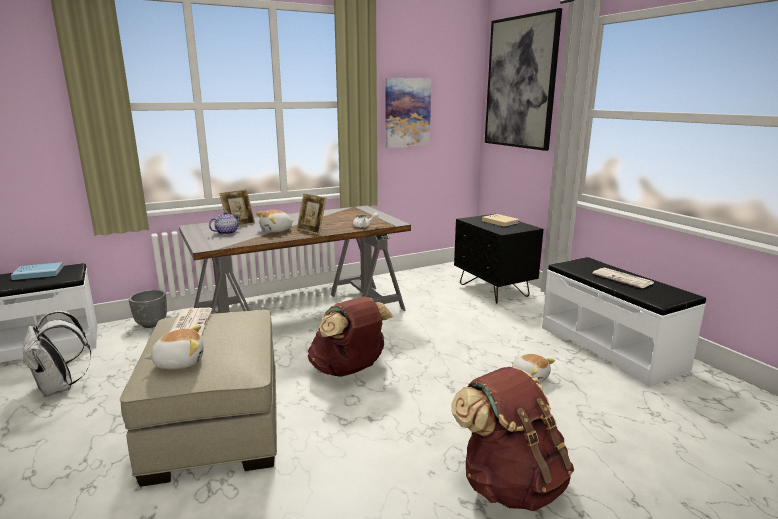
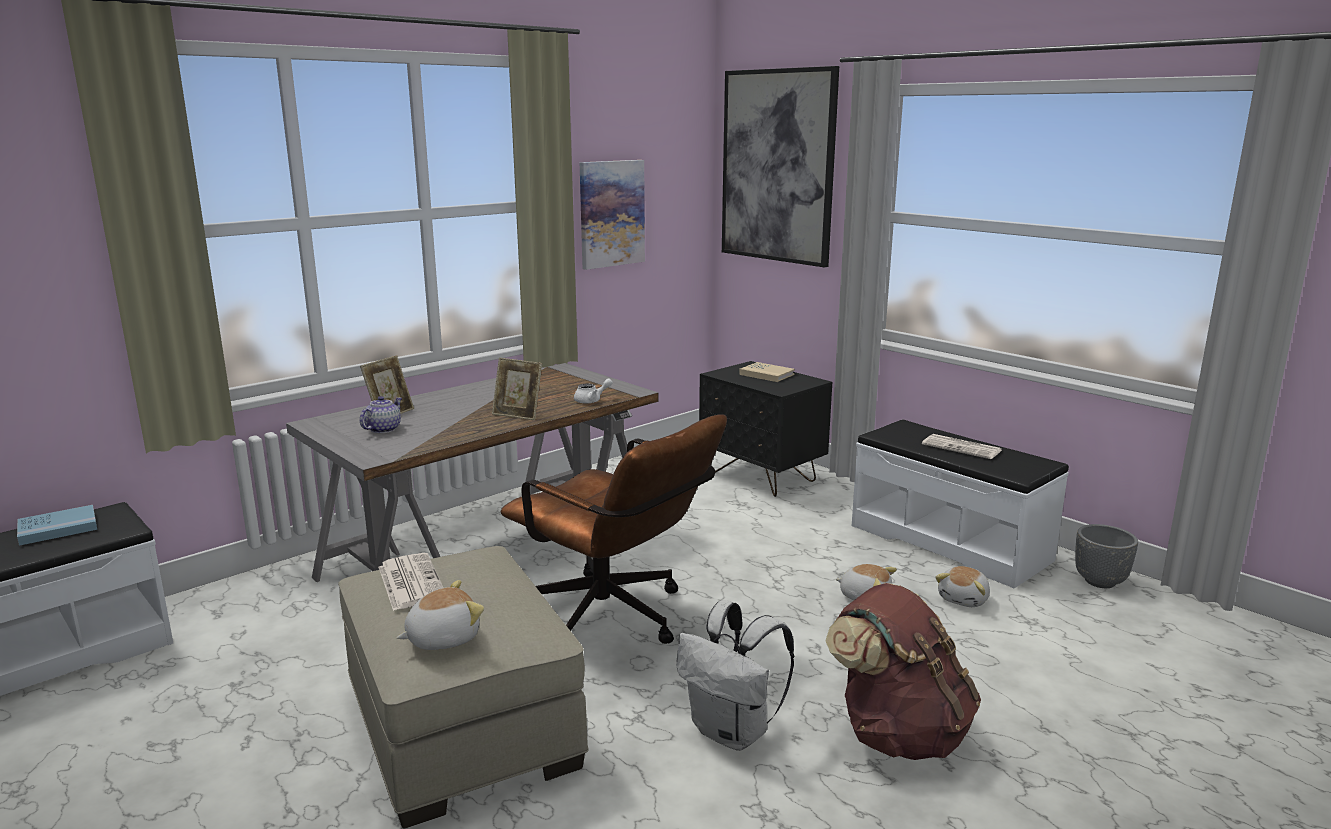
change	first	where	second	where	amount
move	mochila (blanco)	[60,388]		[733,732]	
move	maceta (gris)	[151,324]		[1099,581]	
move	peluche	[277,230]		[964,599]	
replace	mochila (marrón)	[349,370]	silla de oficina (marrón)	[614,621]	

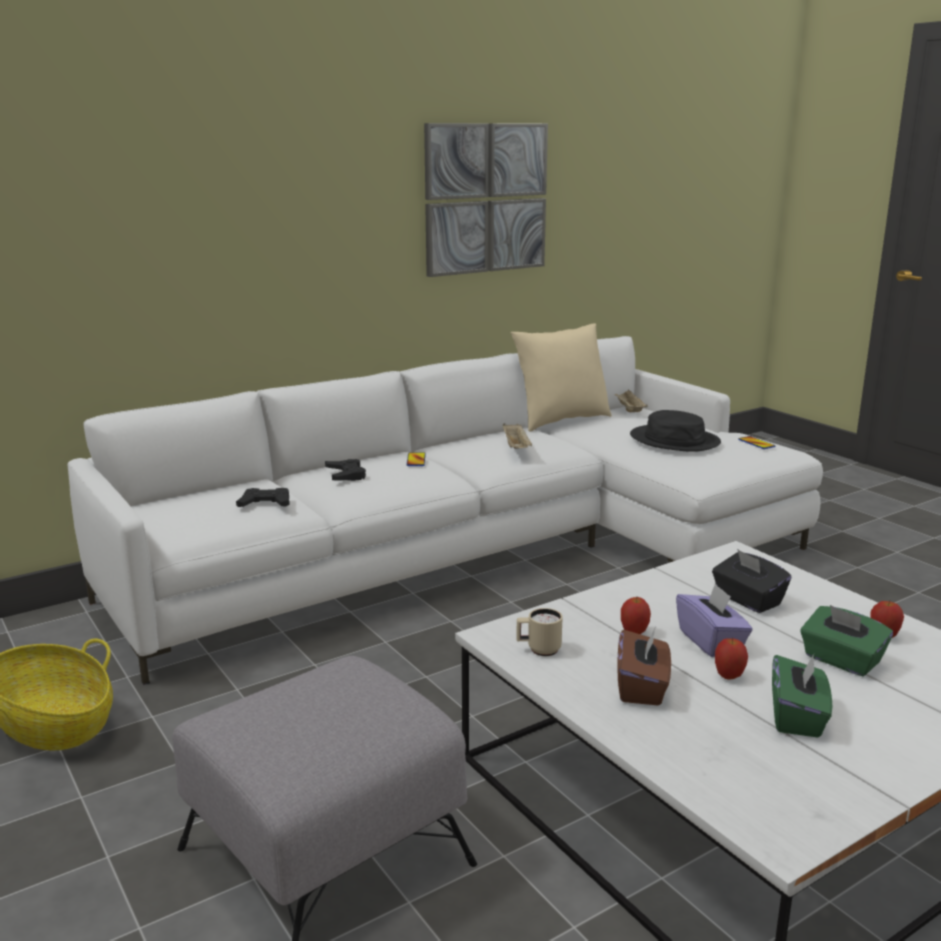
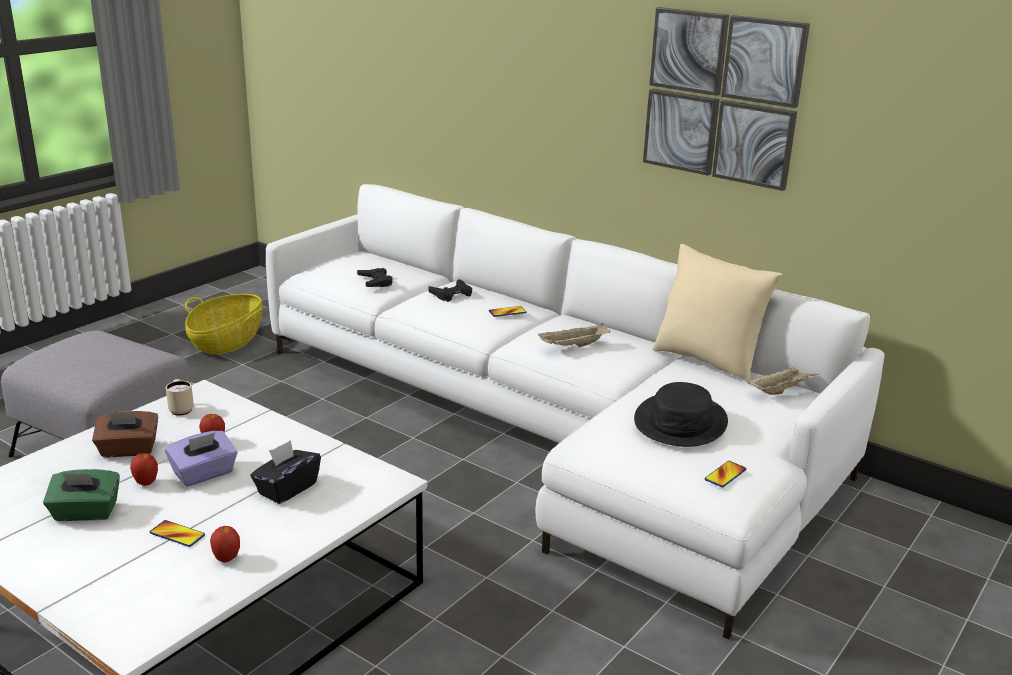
change	first	where	second	where	amount
replace	caja de pañuelos (verde)	[841,660]	móvil	[177,534]	

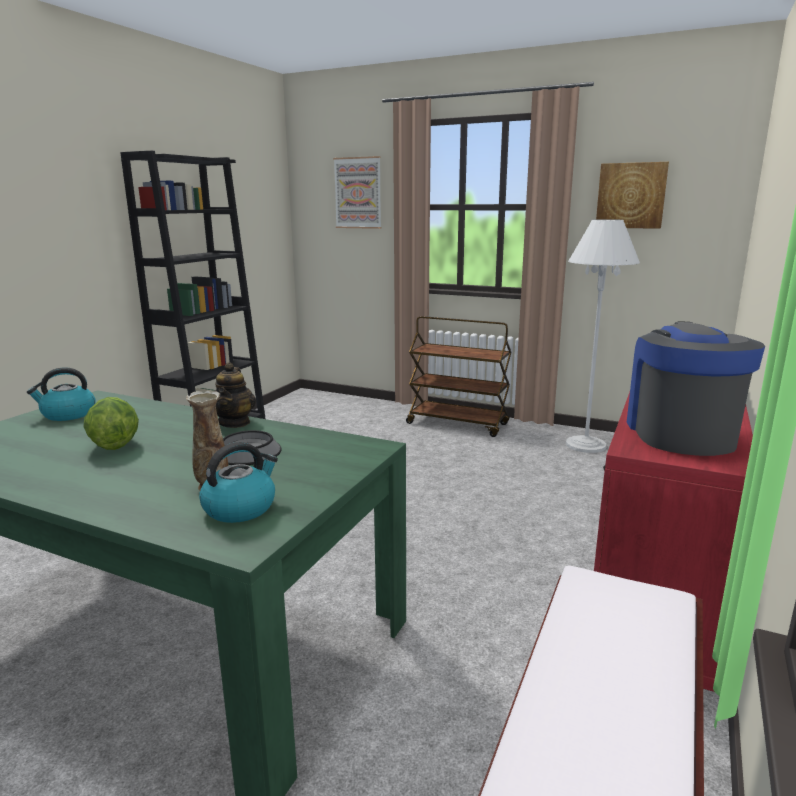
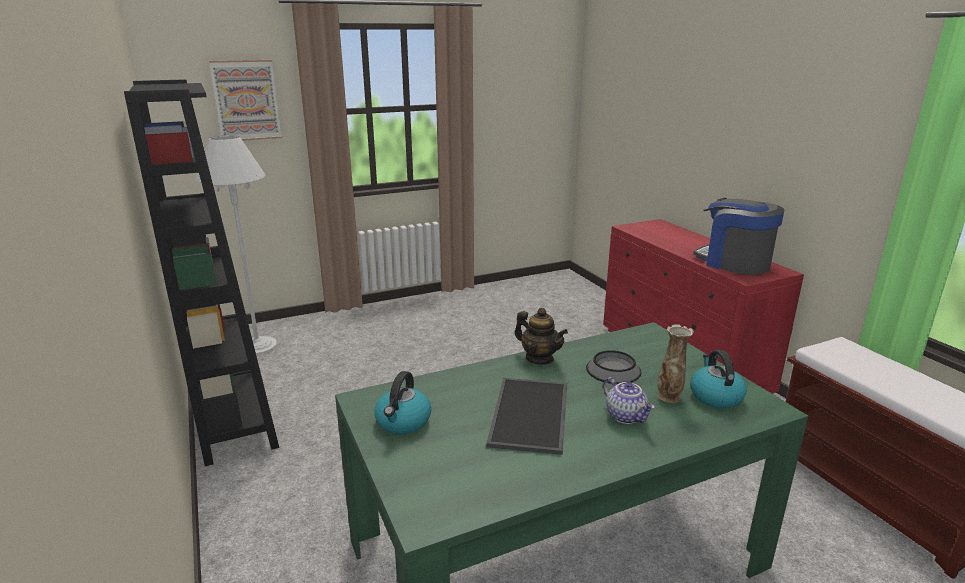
change	first	where	second	where	amount
replace	lechuga	[114,445]	bandeja	[531,415]	
delete	carrito (marrón)	[458,424]			
move	lámpara de pie (blanco)	[586,445]		[258,346]	
delete	cuadro	[631,195]			
insert			tetera	[626,416]	

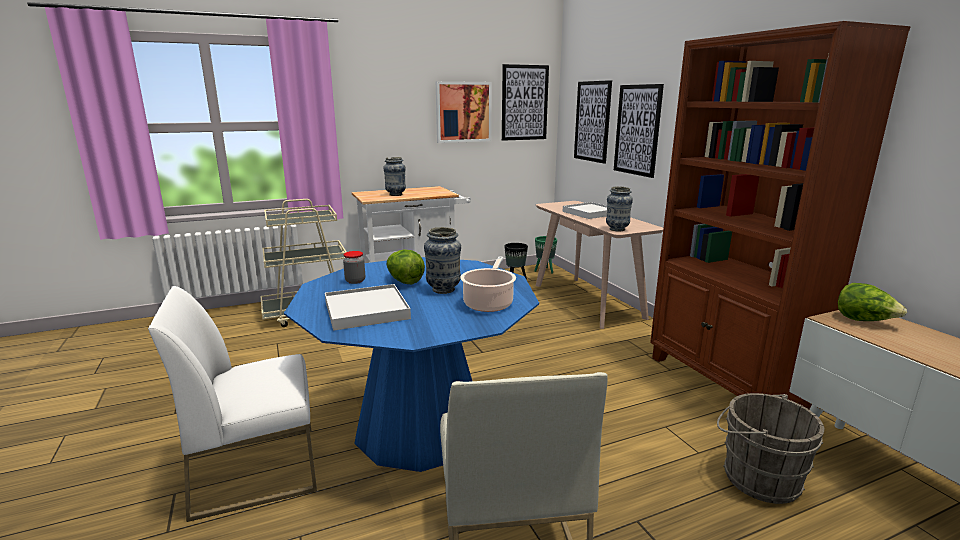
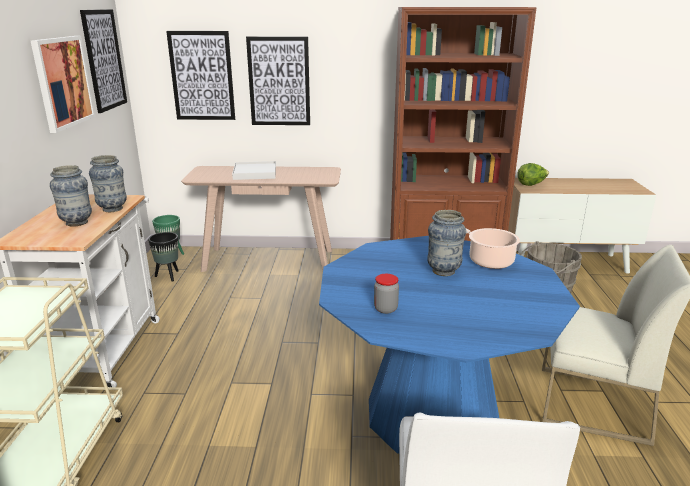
change	first	where	second	where	amount
delete	bandeja (blanco)	[367,310]			
delete	lechuga	[404,281]			
move	florero	[617,229]		[112,209]	

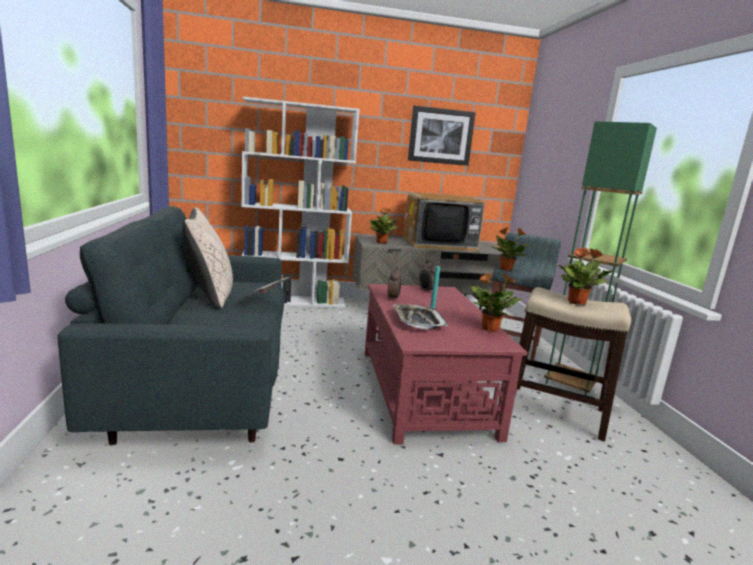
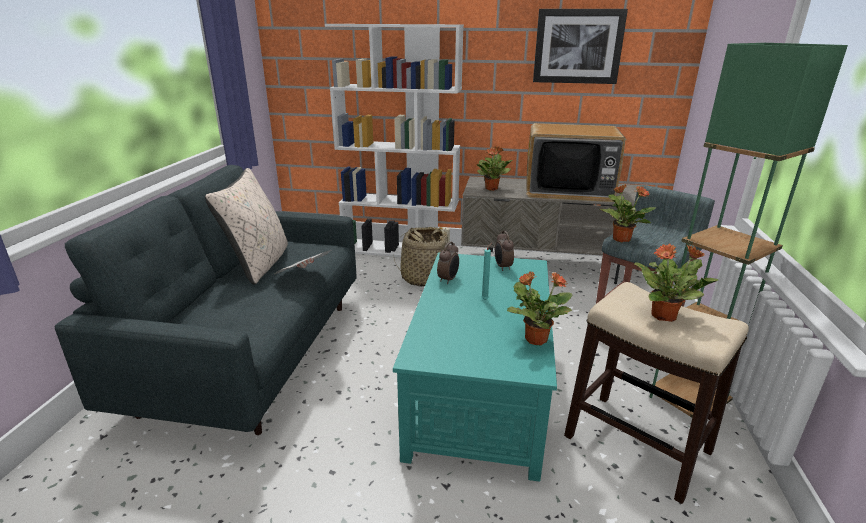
change	first	where	second	where	amount
recolor	mesa de centro (rojo)	[424,390]	mesa de centro (turquesa)	[480,389]	
delete	bandeja	[418,321]			
insert			cesta	[424,278]	

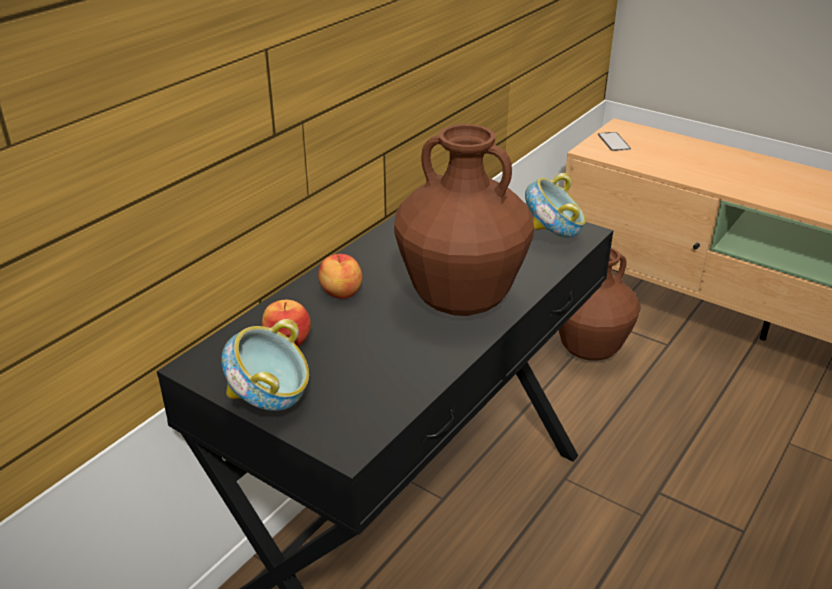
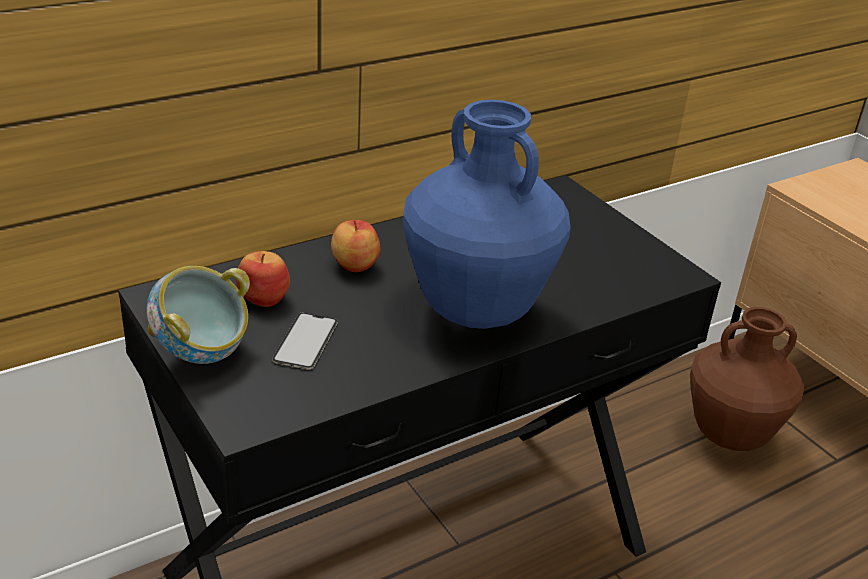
change	first	where	second	where	amount
recolor	florero (marrón)	[462,302]	florero (azul)	[477,311]	
delete	cuenco	[553,237]			
move	móvil	[614,142]		[305,341]	

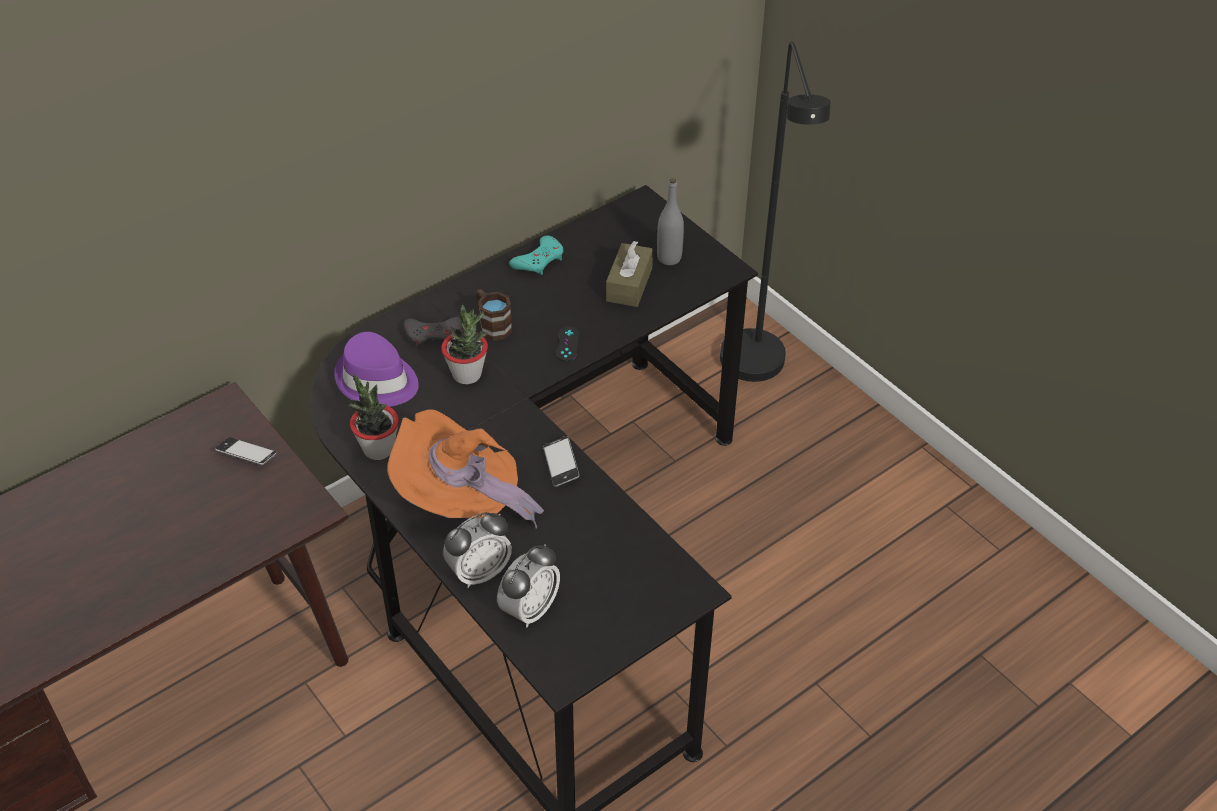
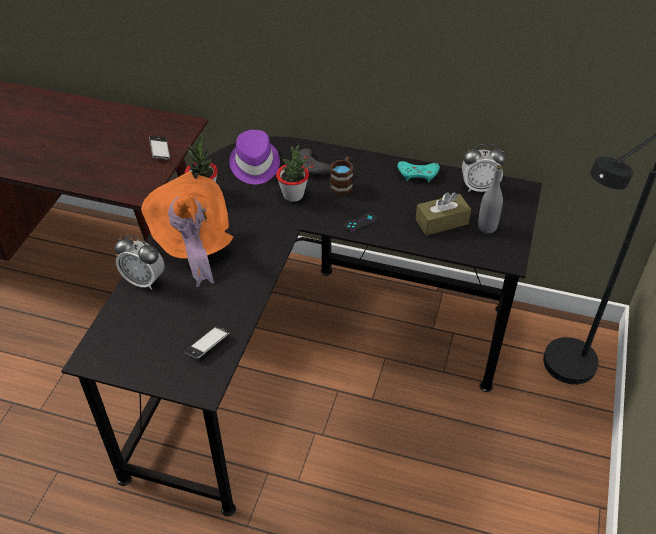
change	first	where	second	where	amount
move	despertador	[530,609]		[479,187]	
move	móvil	[561,465]		[207,345]	

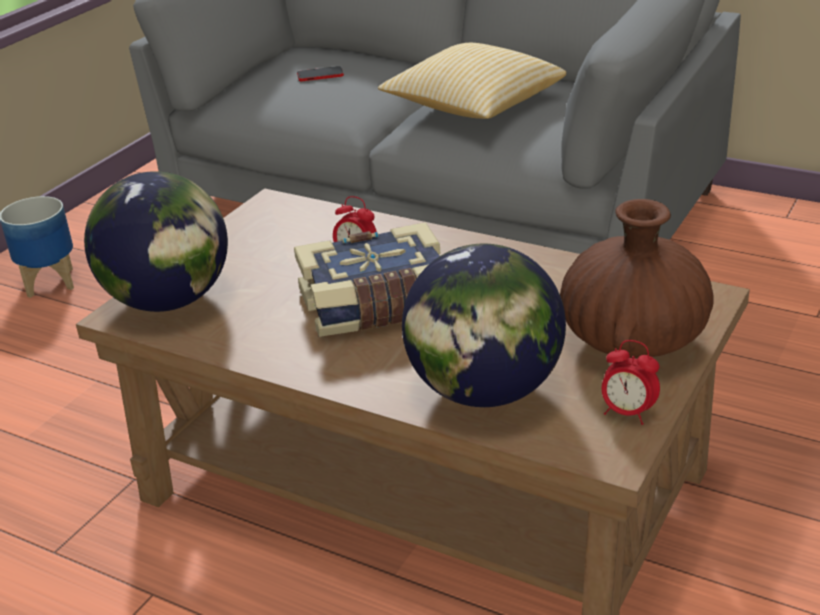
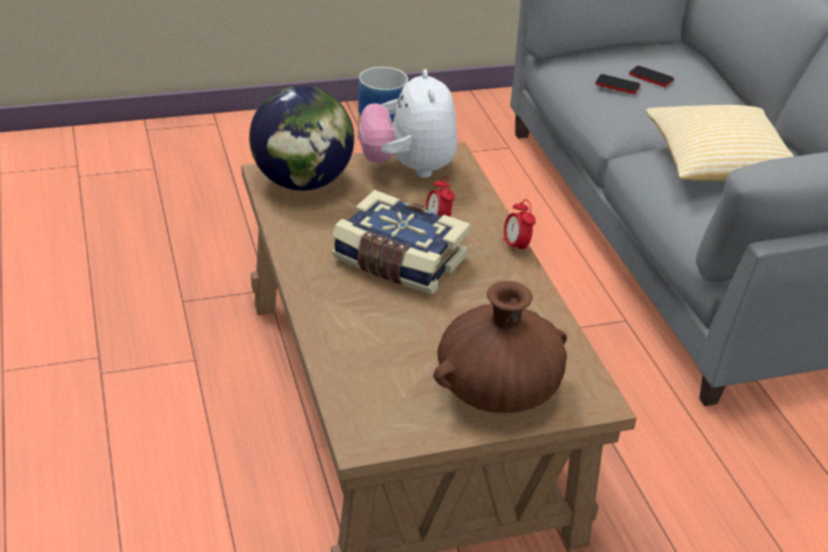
change	first	where	second	where	amount
delete	globo terráqueo	[484,391]			
move	despertador	[627,413]		[516,247]	
insert			peluche	[408,168]	
insert			móvil	[617,85]	

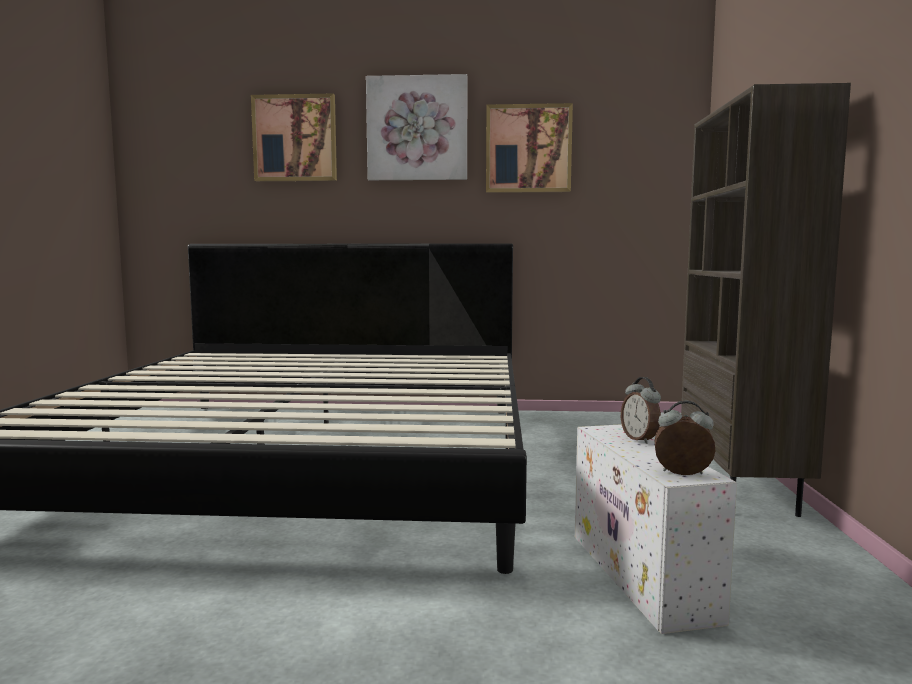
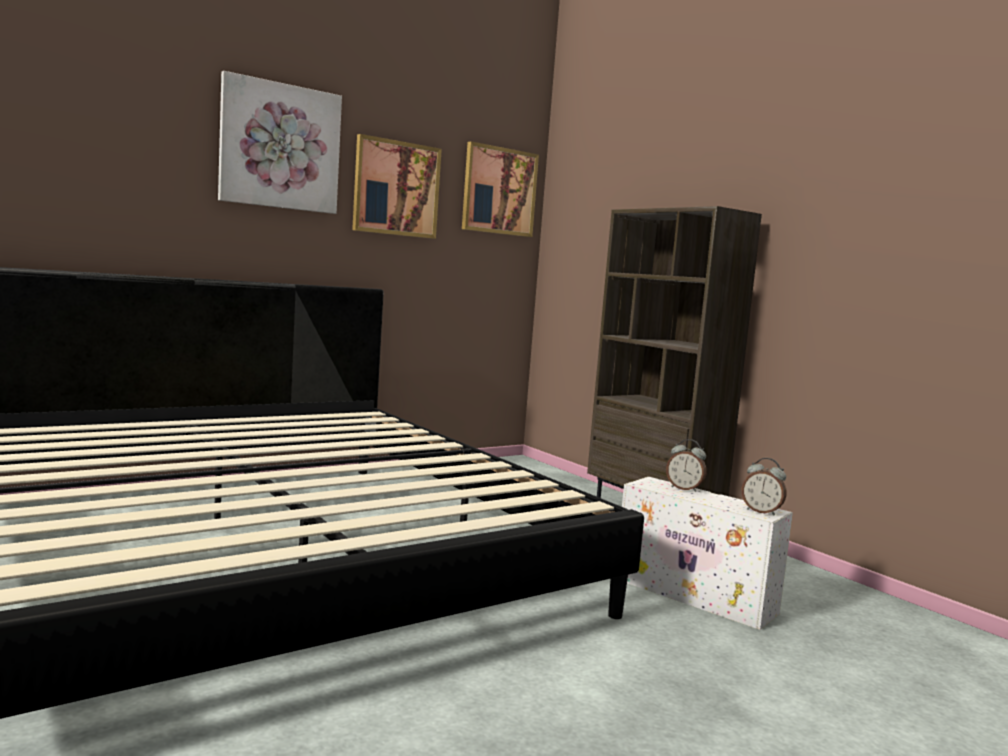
change	first	where	second	where	amount
move	cuadro	[295,138]		[499,191]	
rotate	despertador	[683,474]		[761,511]	120 degrees counterclockwise

